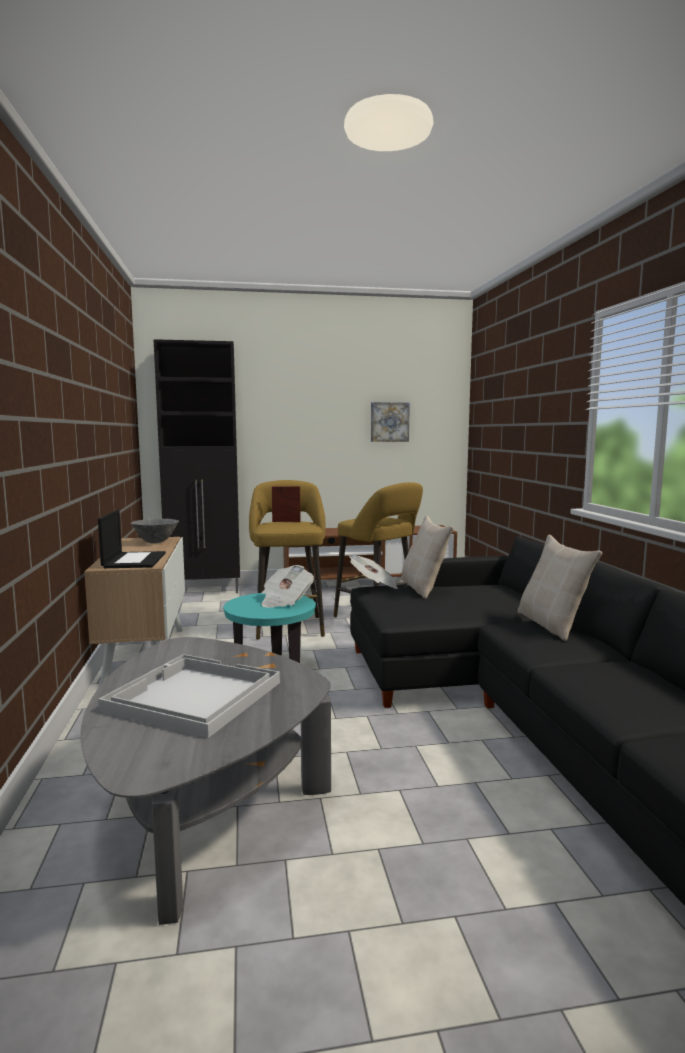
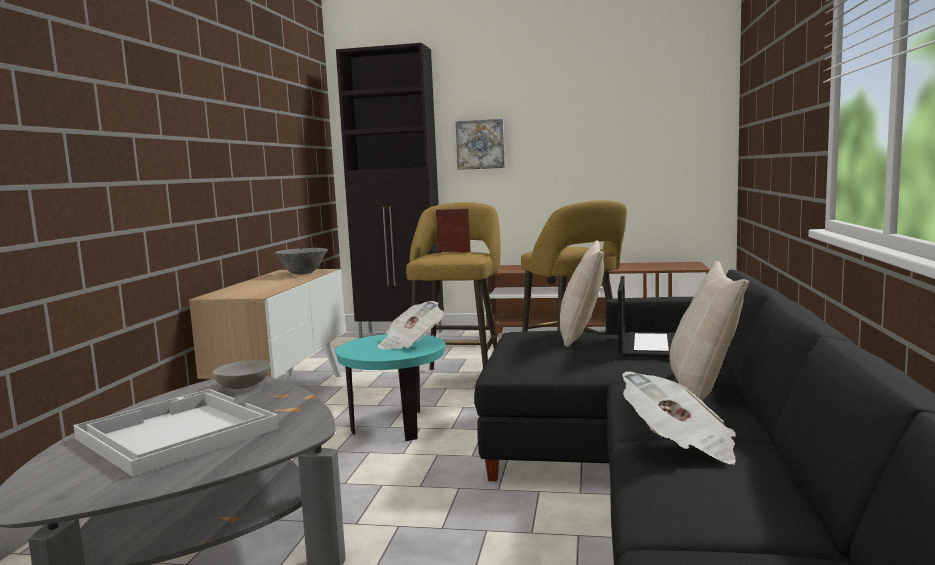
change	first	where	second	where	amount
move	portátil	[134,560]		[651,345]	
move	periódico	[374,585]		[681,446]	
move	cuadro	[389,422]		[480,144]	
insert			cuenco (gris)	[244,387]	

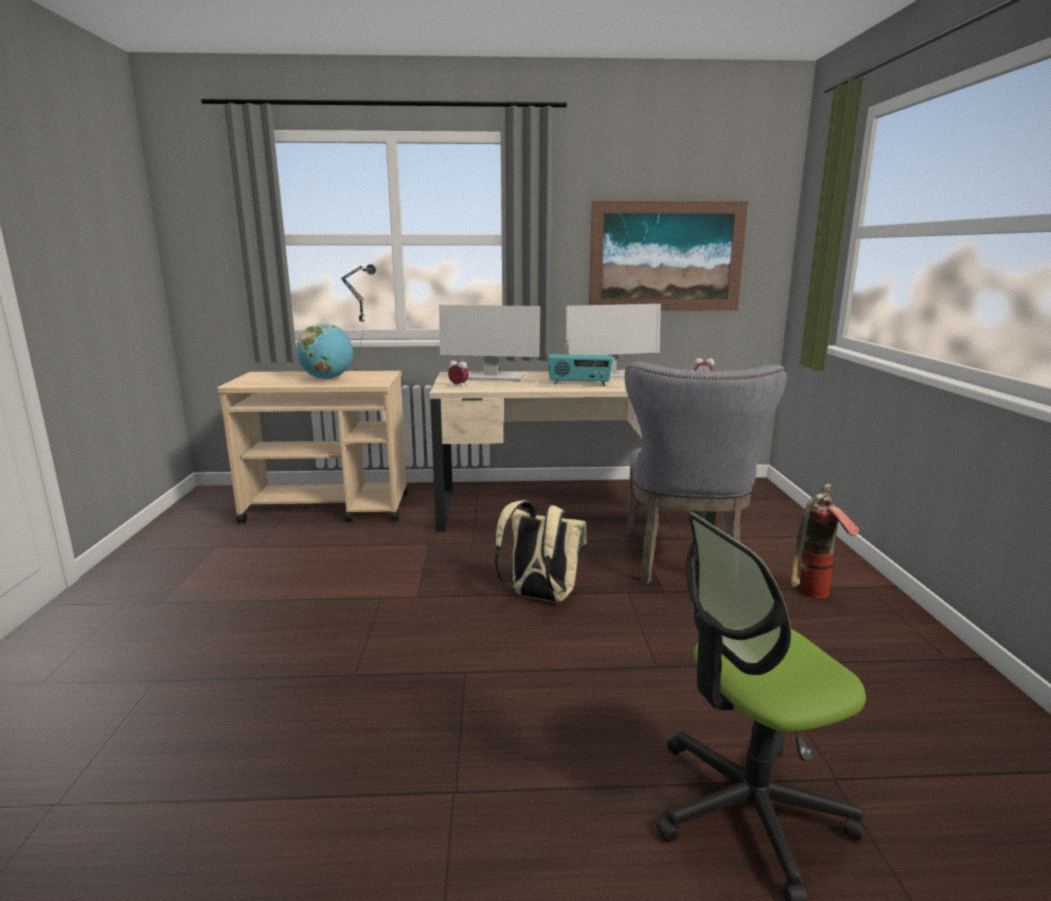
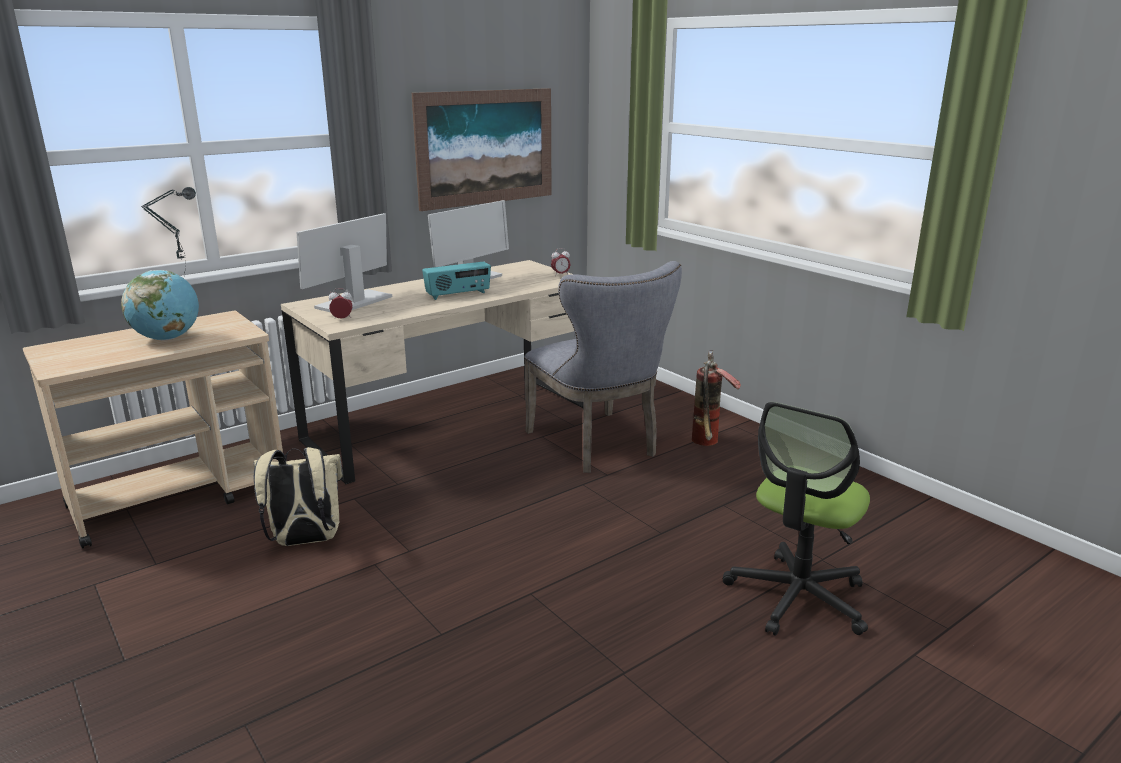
change	first	where	second	where	amount
rotate	monitor	[490,377]		[354,302]	150 degrees clockwise
move	mochila (beis)	[539,597]		[305,541]	

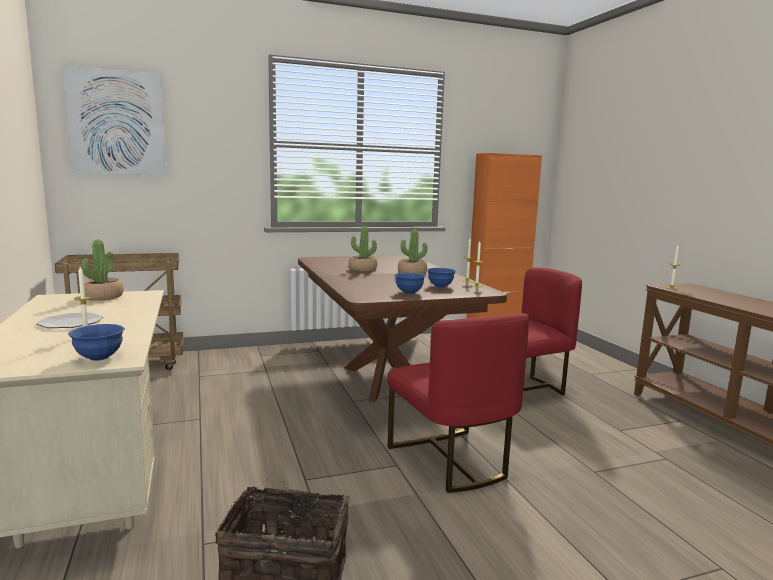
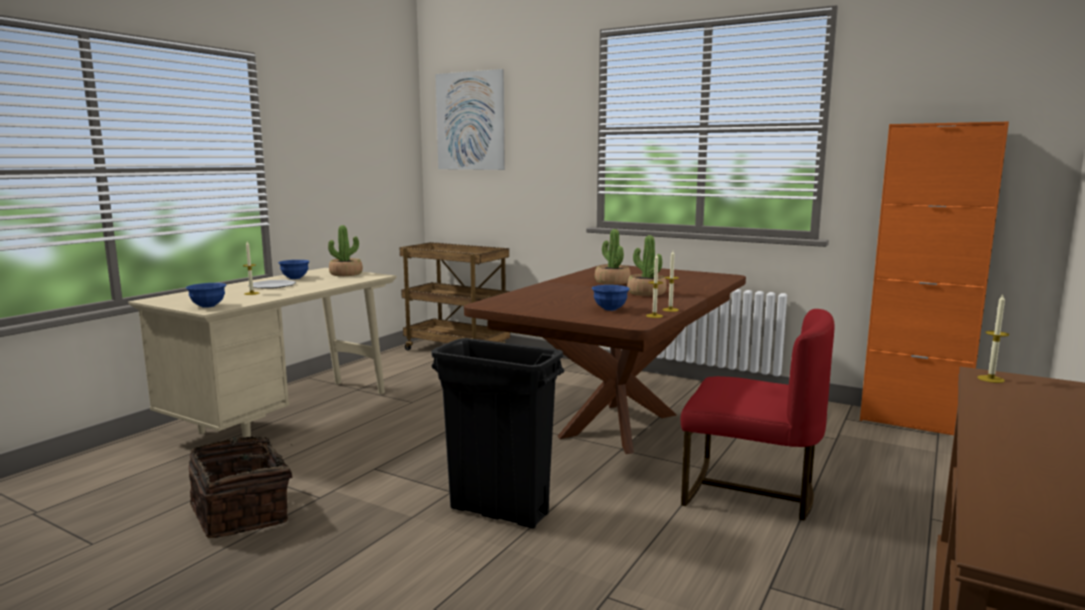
change	first	where	second	where	amount
replace	silla (rojo)	[451,461]	papelera (negro)	[498,511]	
move	cuenco (azul)	[409,292]		[295,278]	

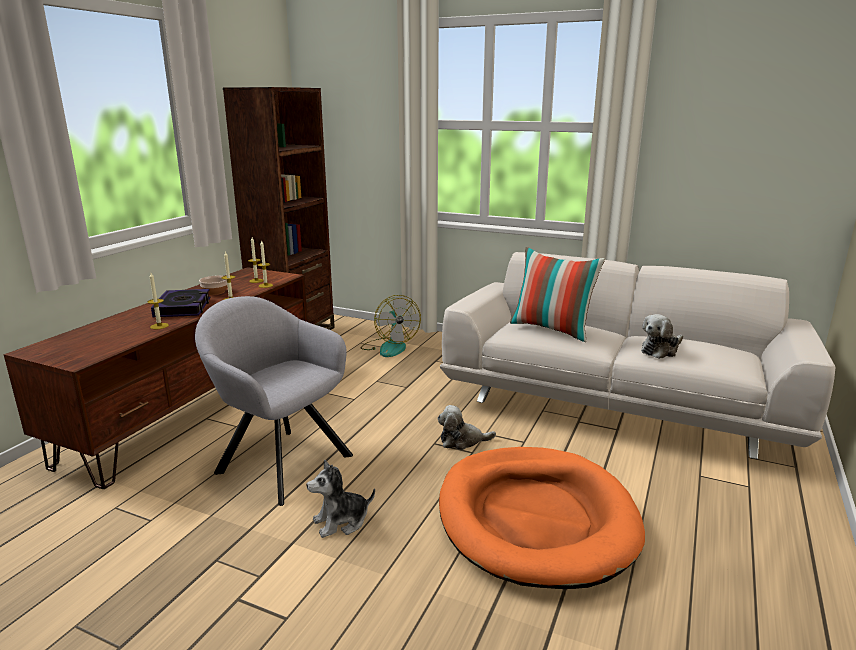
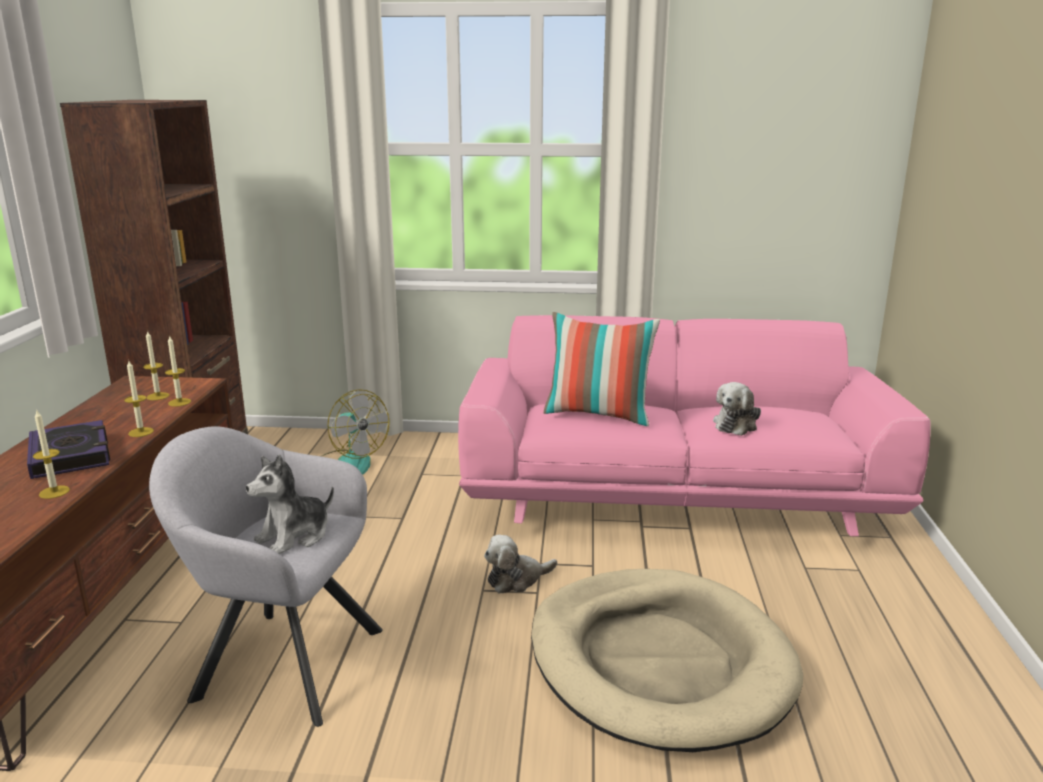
change	first	where	second	where	amount
delete	cuenco	[215,292]			
move	peluche	[341,522]		[294,536]	
recolor	cama para perro (naranja)	[535,519]	cama para perro (beis)	[659,663]	
recolor	sofá (blanco)	[618,403]	sofá (rosa)	[674,494]	

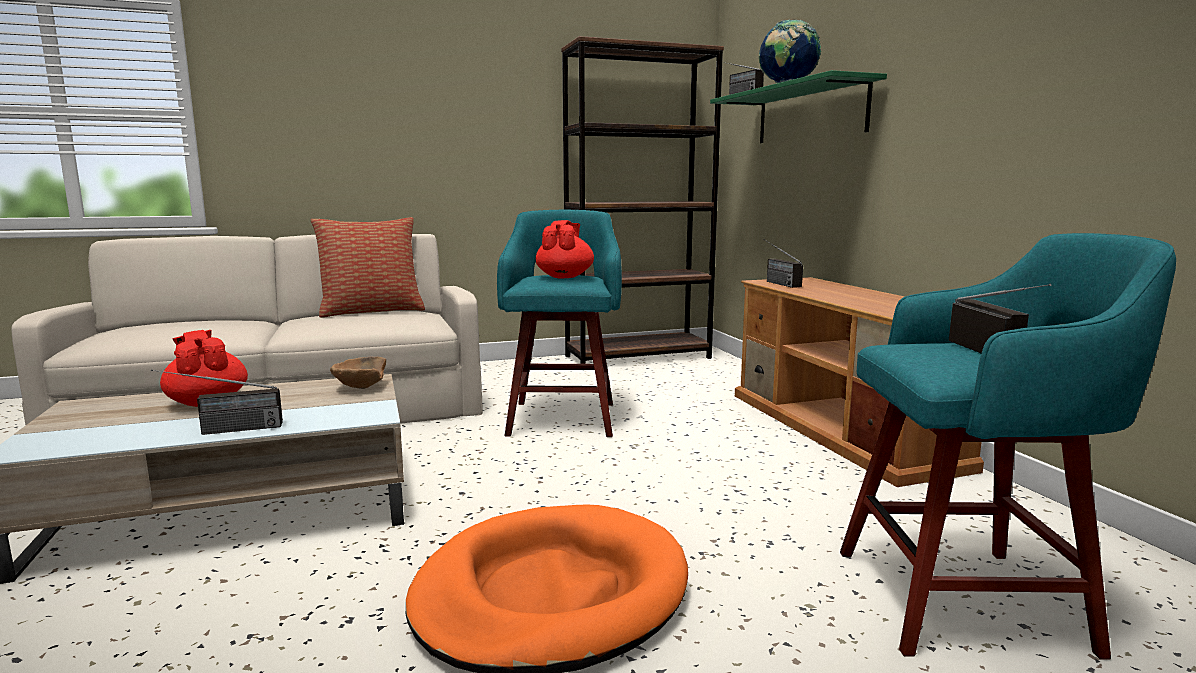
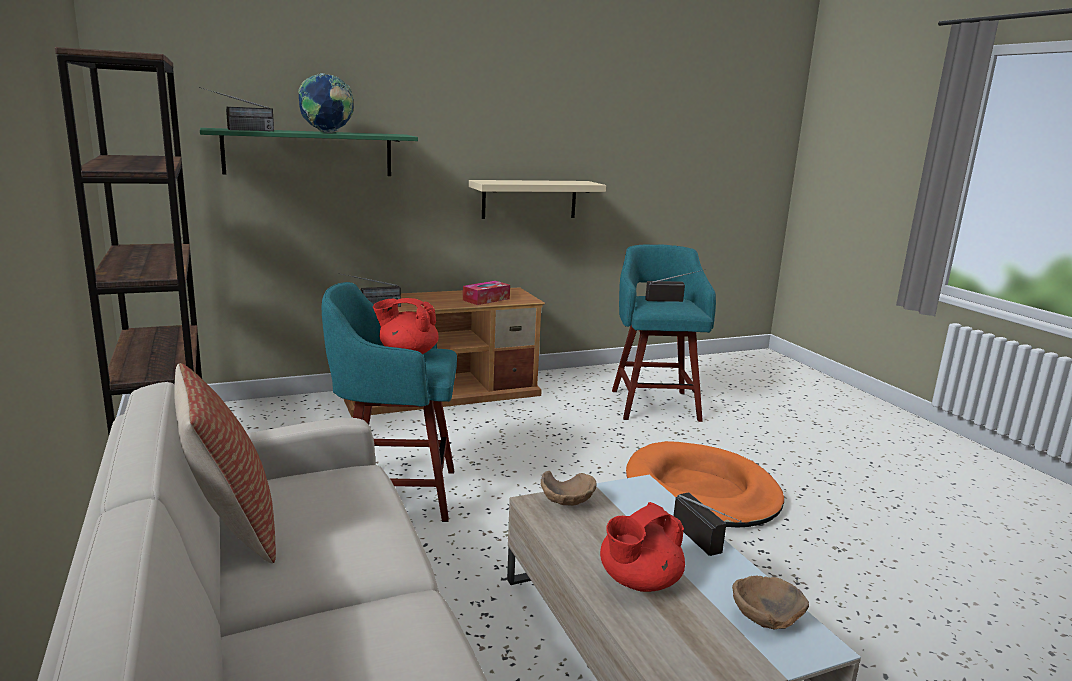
change	first	where	second	where	amount
insert			caja de pañuelos	[486,299]	
insert			estante (beis)	[529,199]	
insert			cuenco (marrón)	[764,620]	

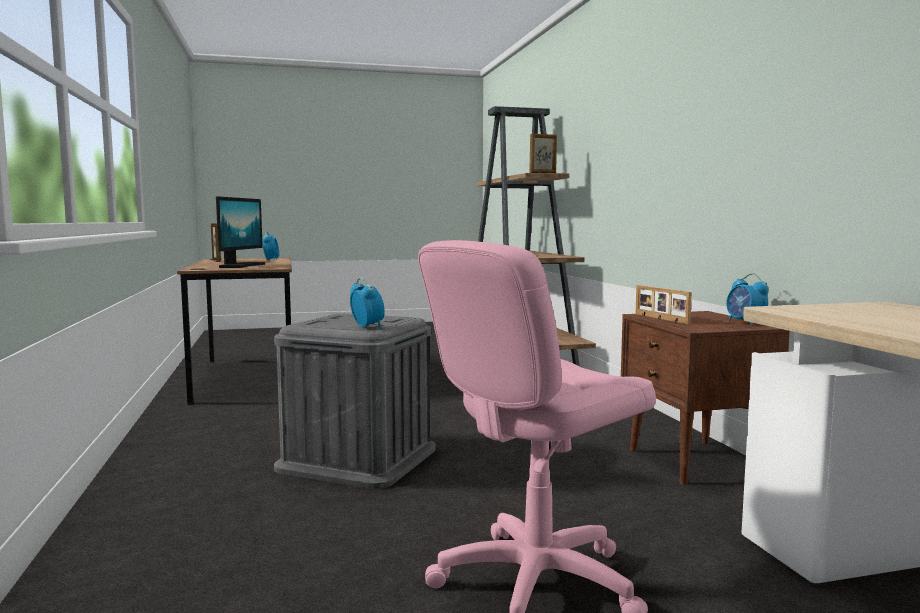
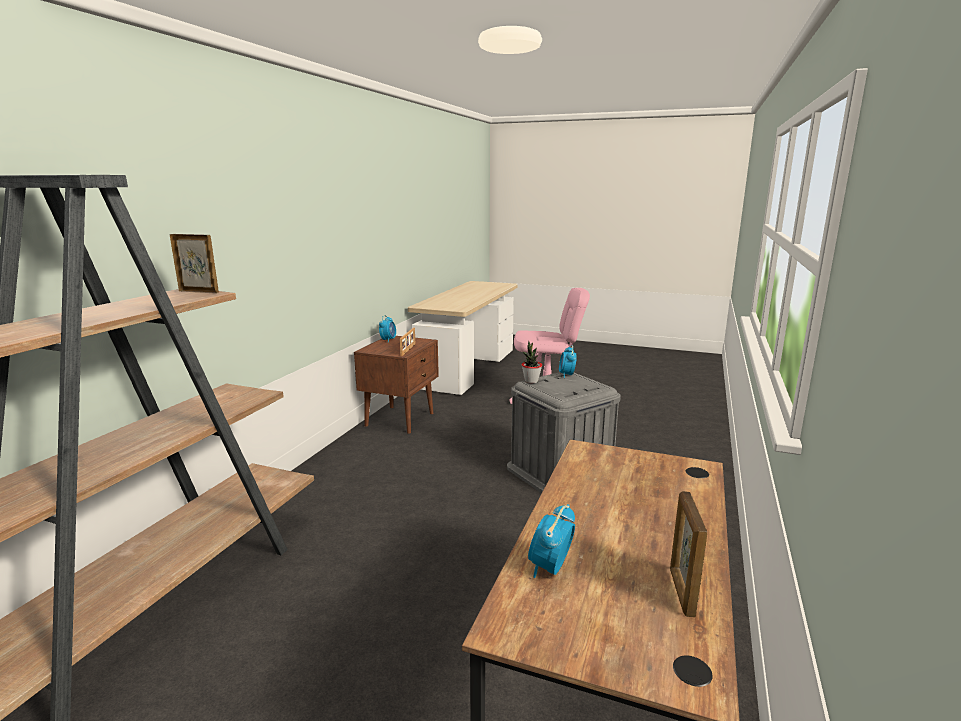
change	first	where	second	where	amount
delete	monitor	[240,266]			
insert			planta en maceta	[531,381]	

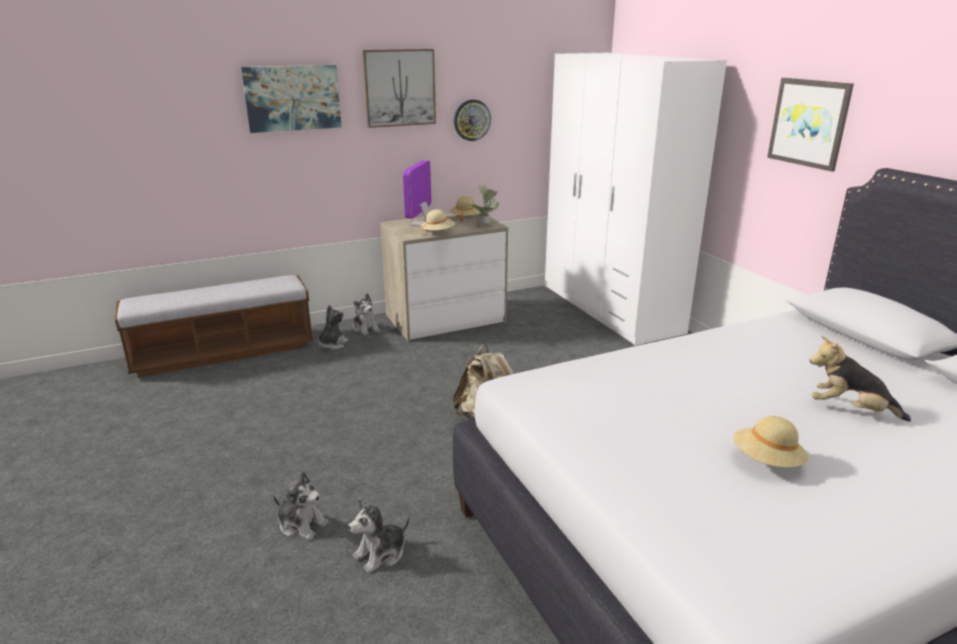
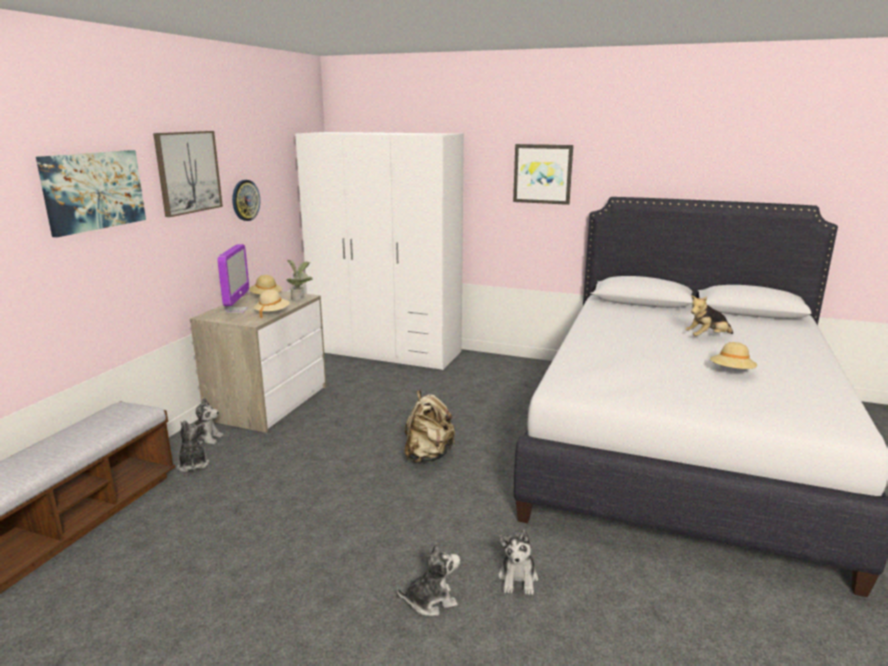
change	first	where	second	where	amount
rotate	monitor	[420,224]		[236,310]	150 degrees counterclockwise

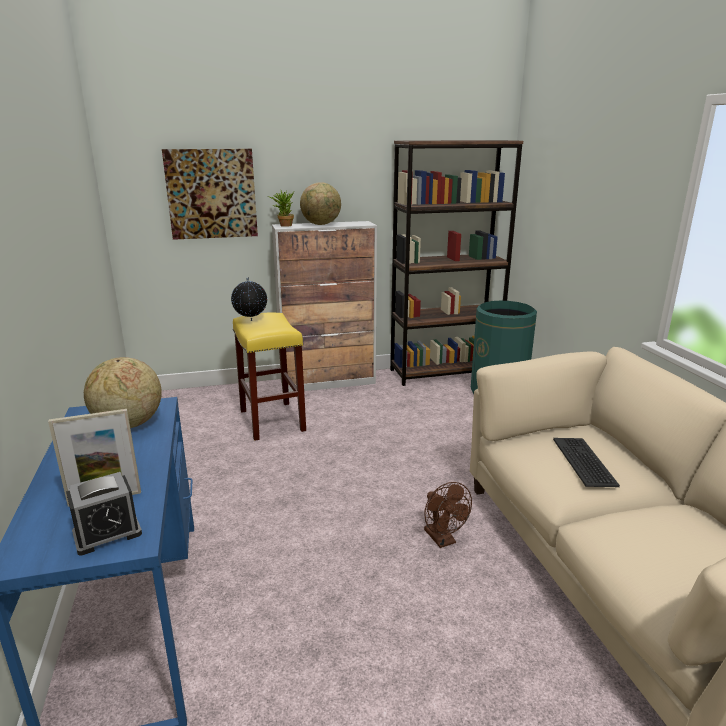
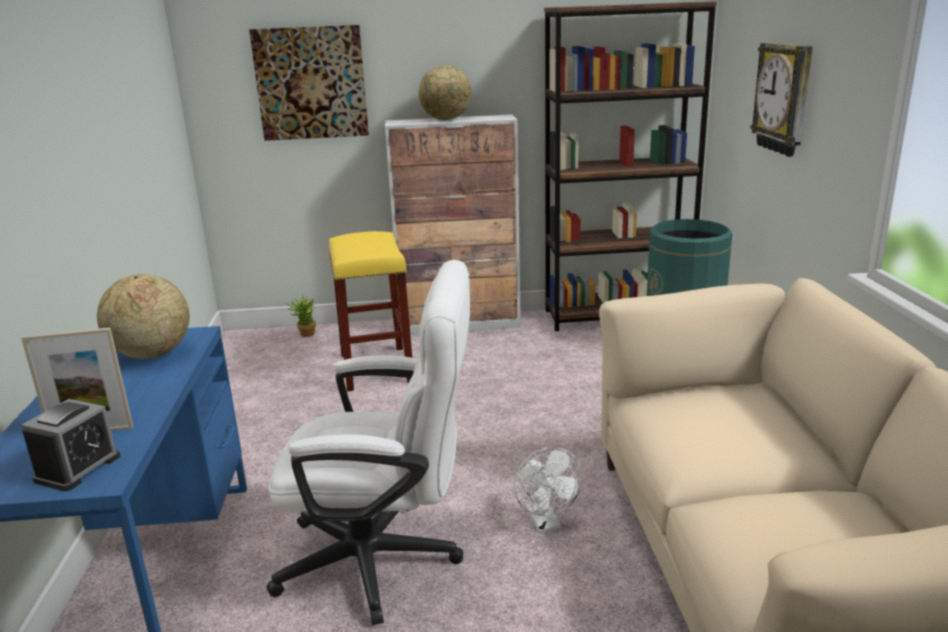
change	first	where	second	where	amount
rotate	despertador	[107,533]		[78,468]	45 degrees counterclockwise
delete	globo terráqueo	[250,321]			
move	planta en maceta	[283,225]		[304,334]	
recolor	ventilador (marrón)	[443,540]	ventilador (blanco)	[546,523]	
delete	teclado	[584,462]			
insert			silla de oficina (blanco)	[385,560]	
insert			reloj de pared	[784,98]	

